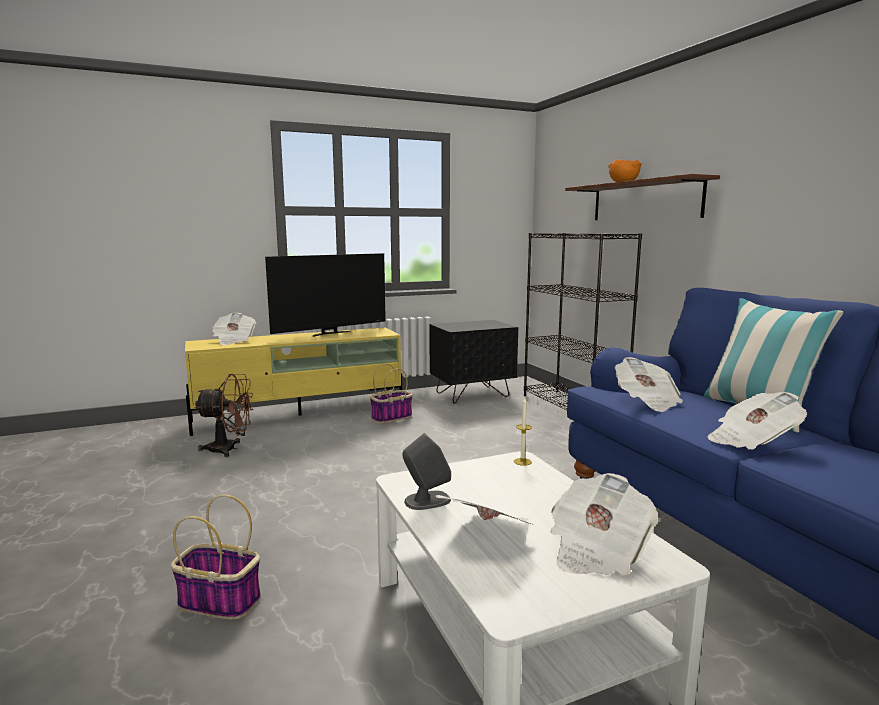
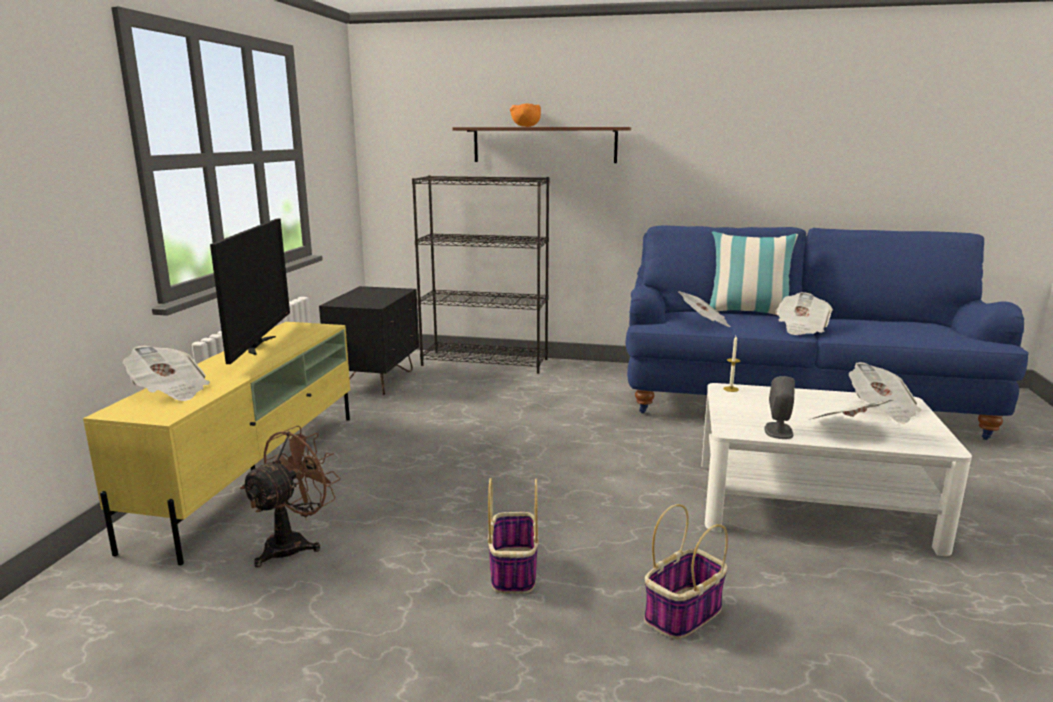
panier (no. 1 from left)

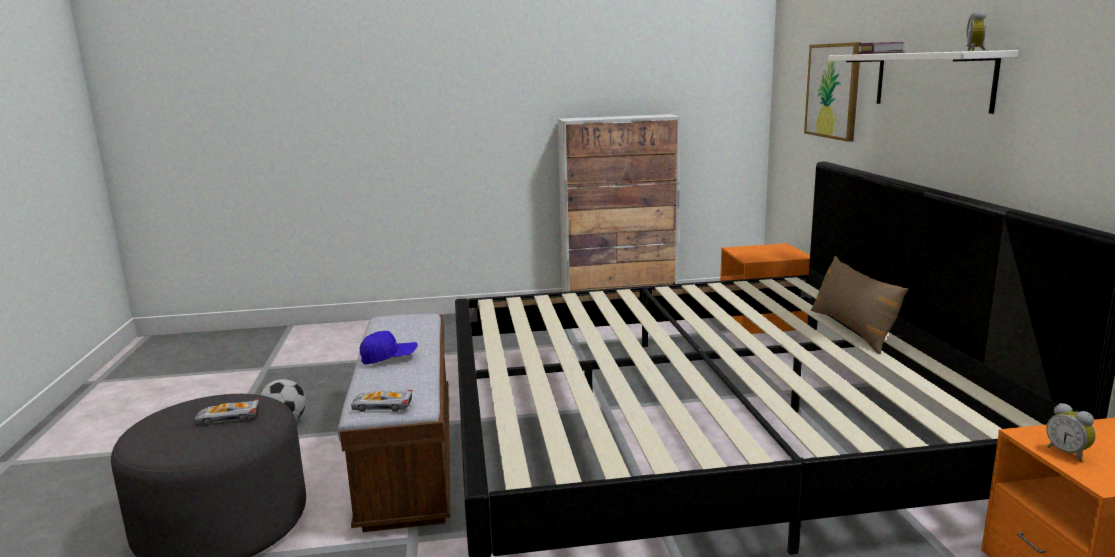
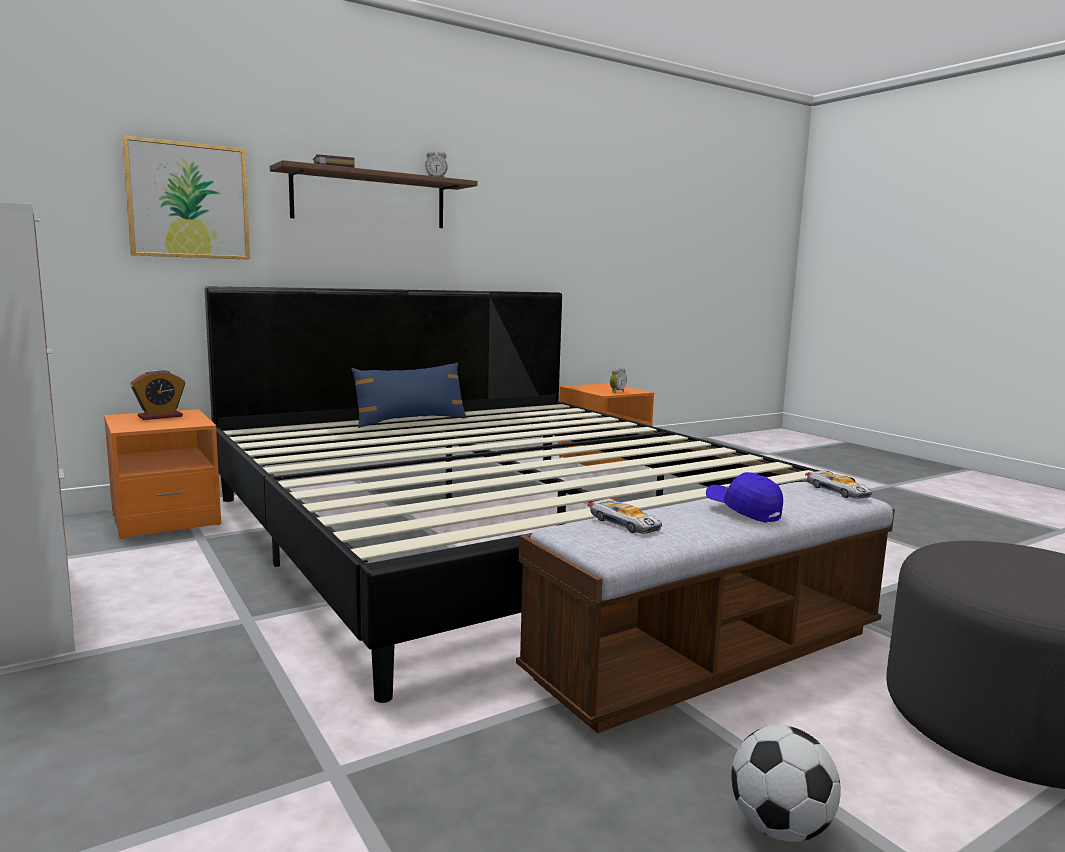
réveil (no. 1 from left); petite voiture (no. 1 from left); coussin [bleu]; étagère [marron]

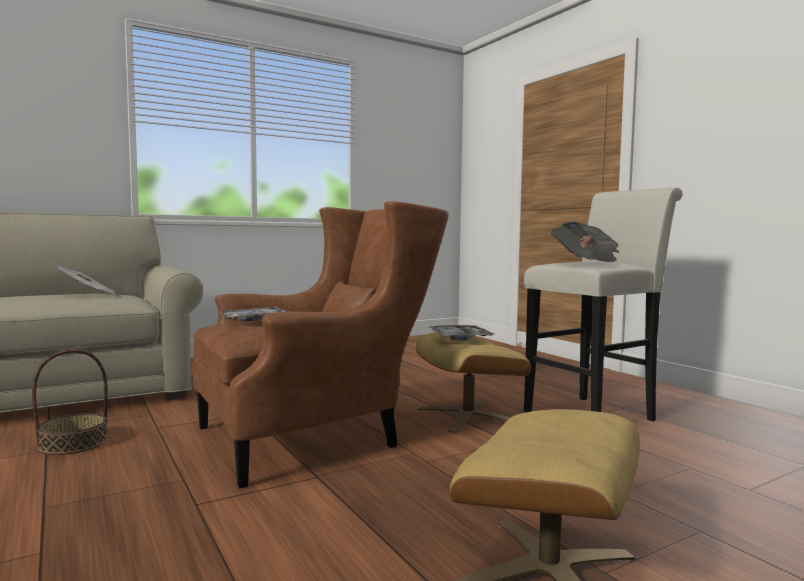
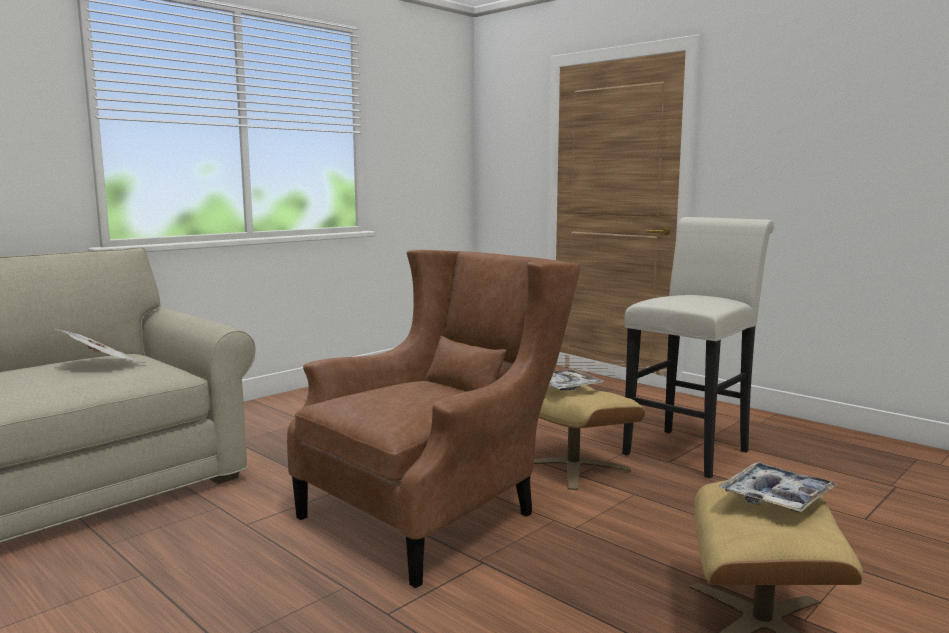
panier; journal (no. 2 from left in the first image); plateau (no. 2 from left)

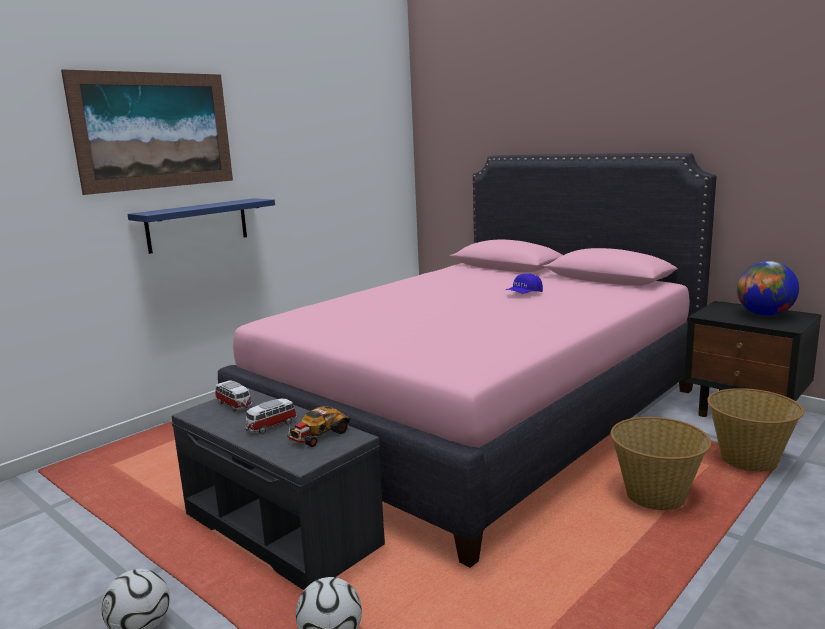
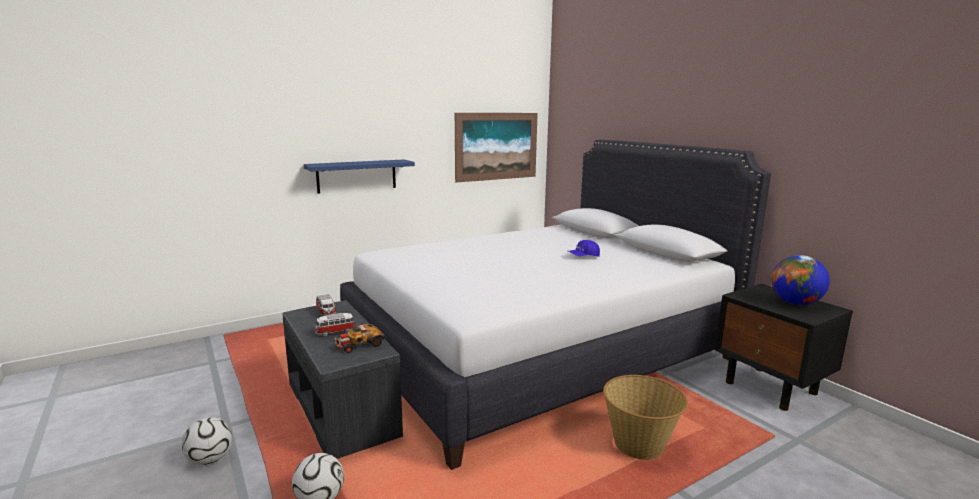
panier (no. 2 from left in the first image); tableau; lit [blanc]

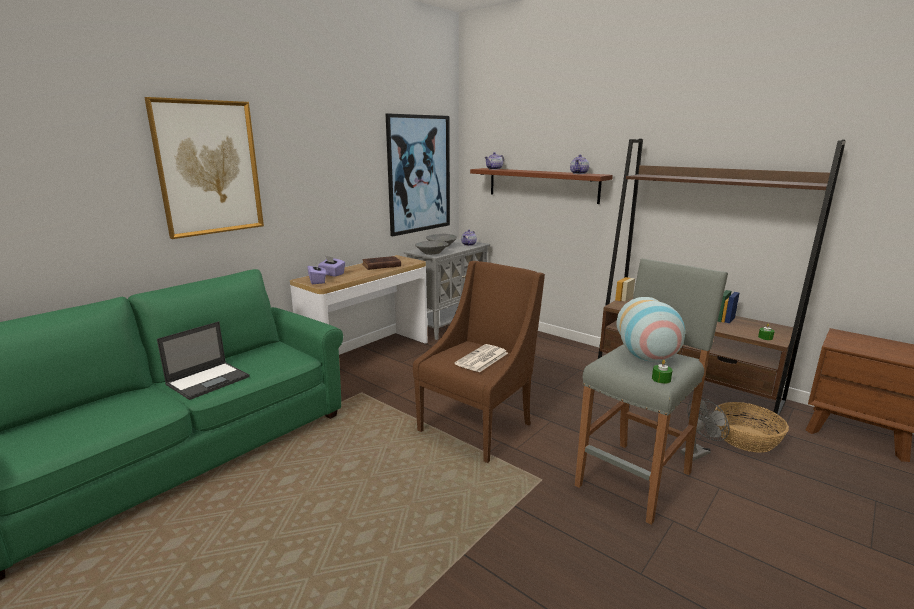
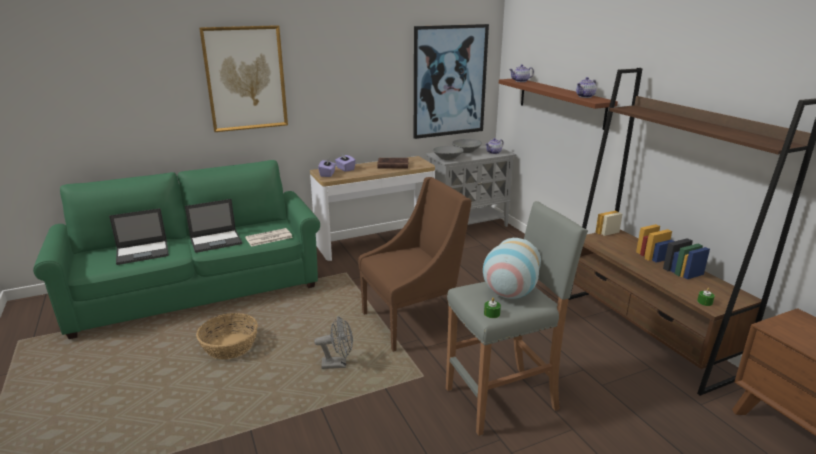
ordinateur portable (no. 1 from left); journal; ventilateur [gris]; panier

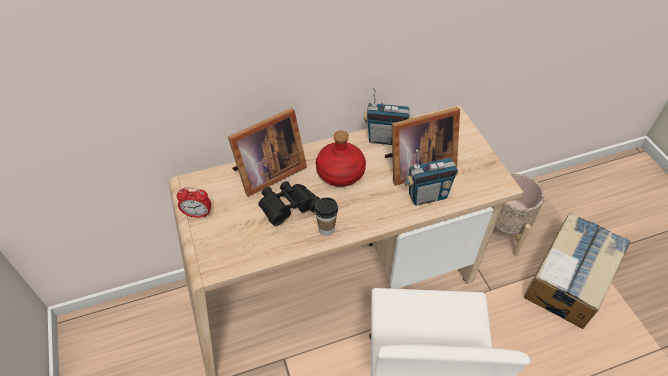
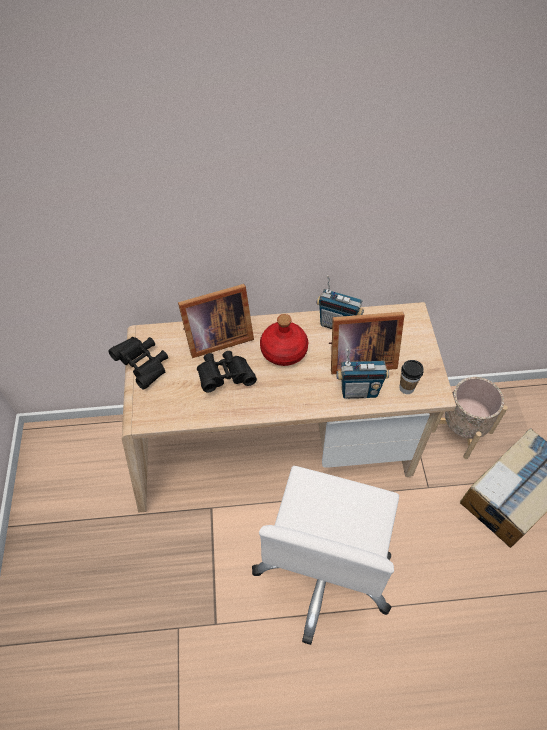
tasse; jumelles [noir] (no. 1 from left)

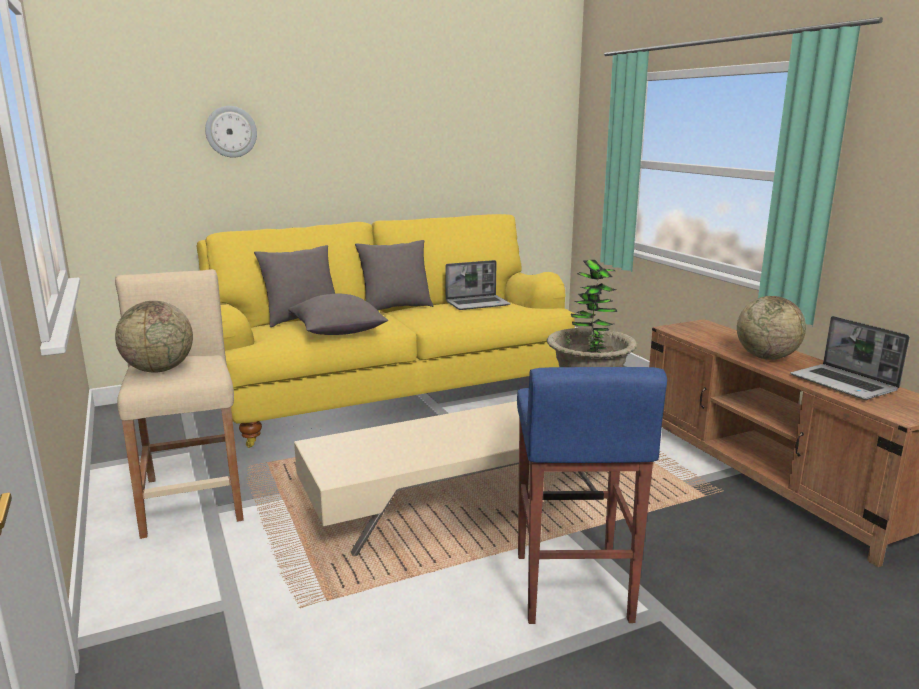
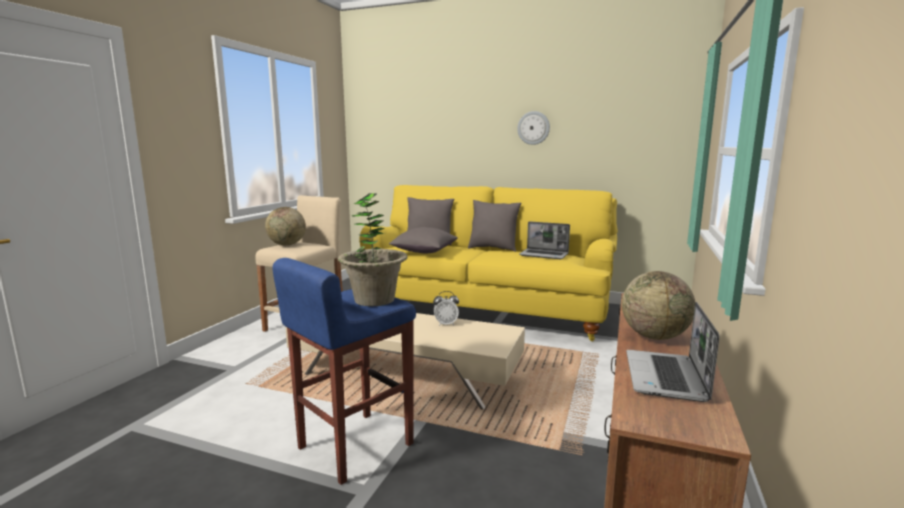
réveil; horloge murale

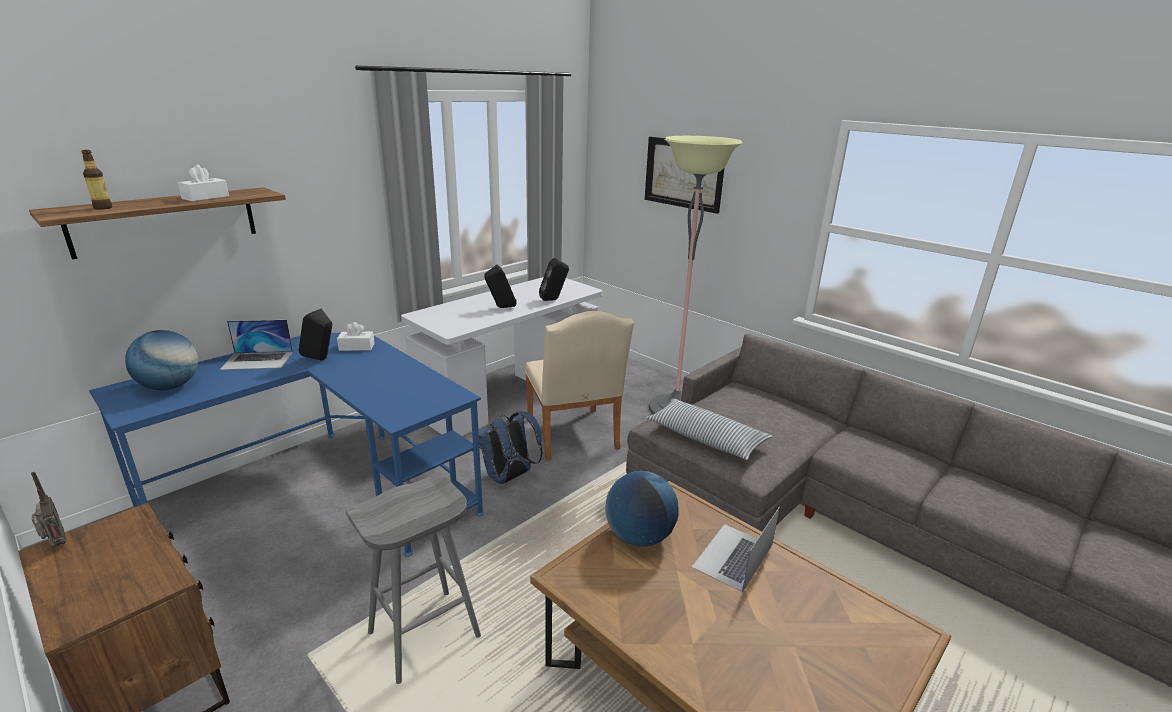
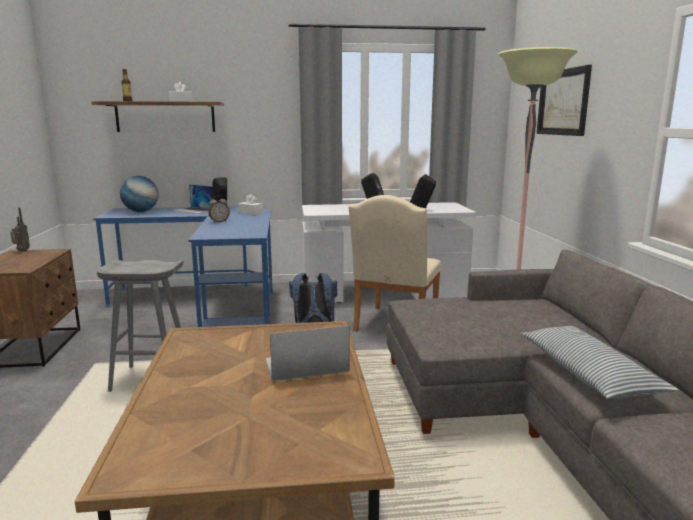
globe (no. 2 from left in the first image); réveil; coussin

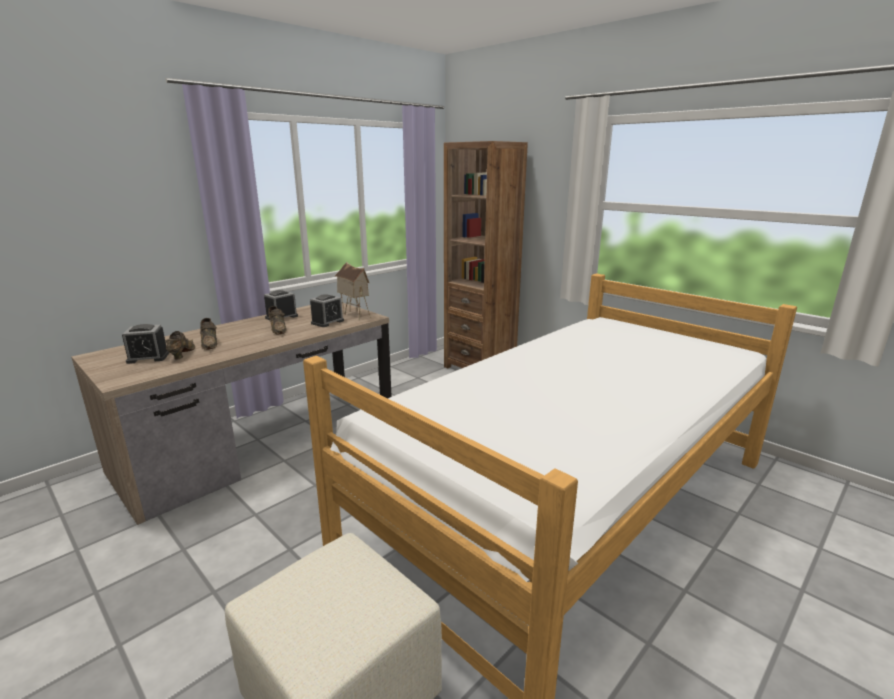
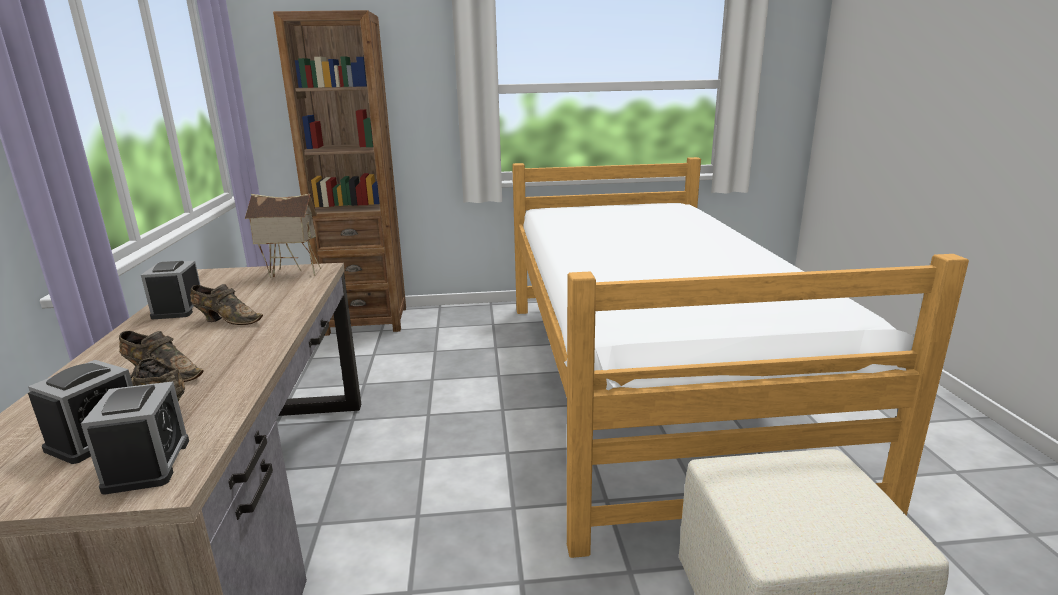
réveil (no. 2 from left)

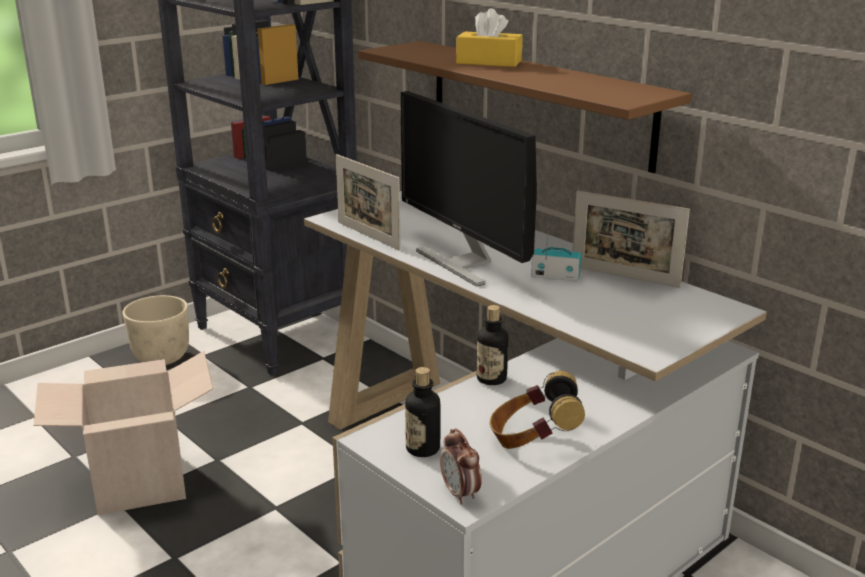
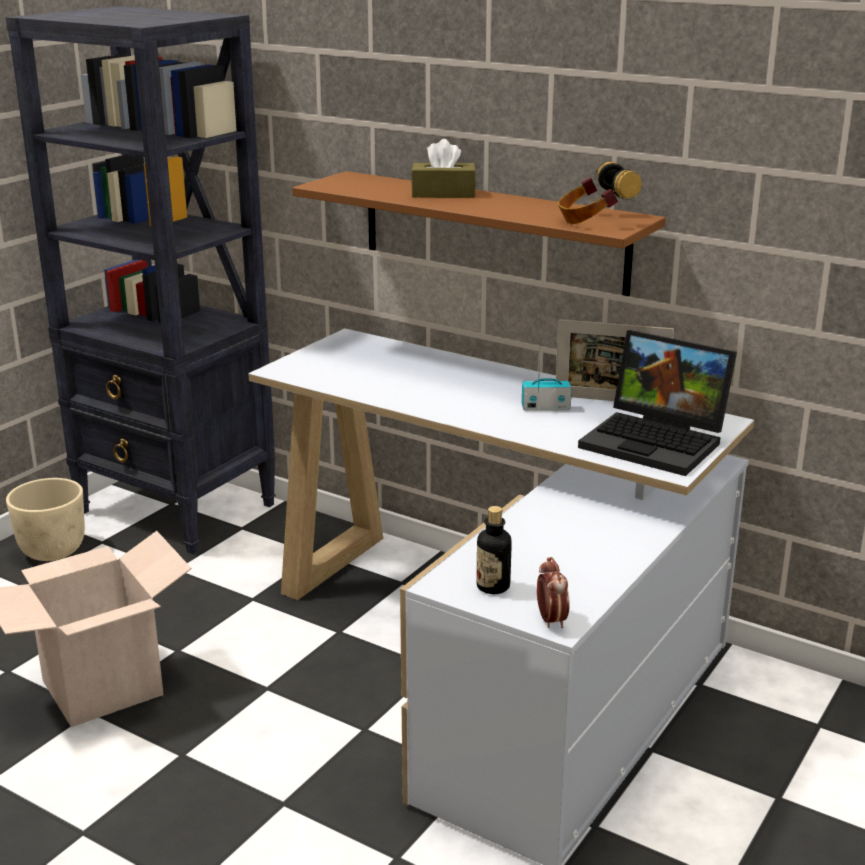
cadre photo (no. 1 from left in the first image); écran d'ordinateur; bouteille (no. 2 from left in the first image); ordinateur portable; casque audio; boîte à mouchoirs [marron]; réveil

